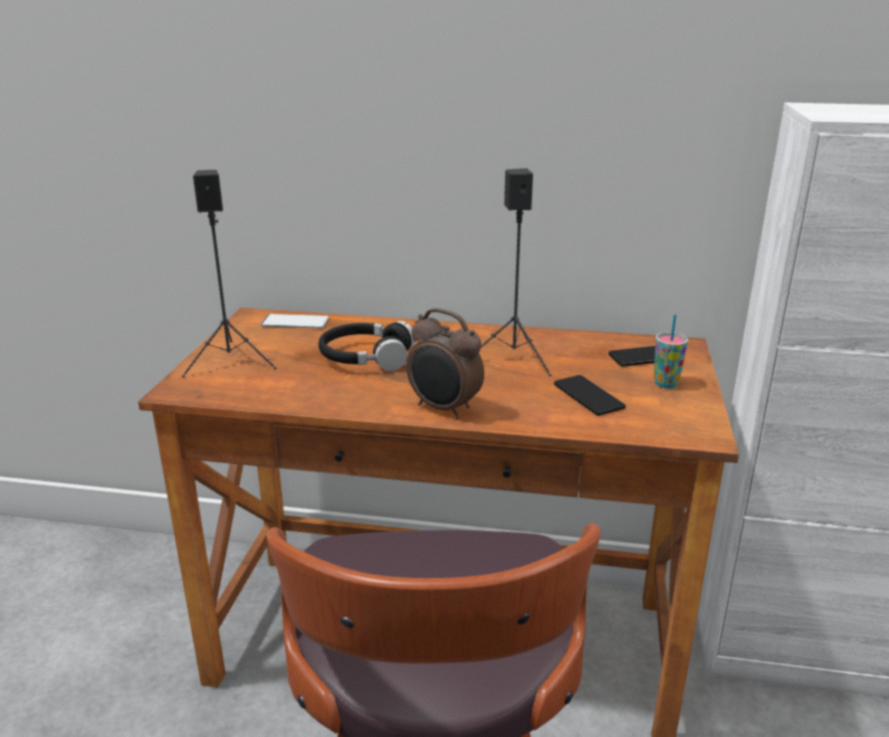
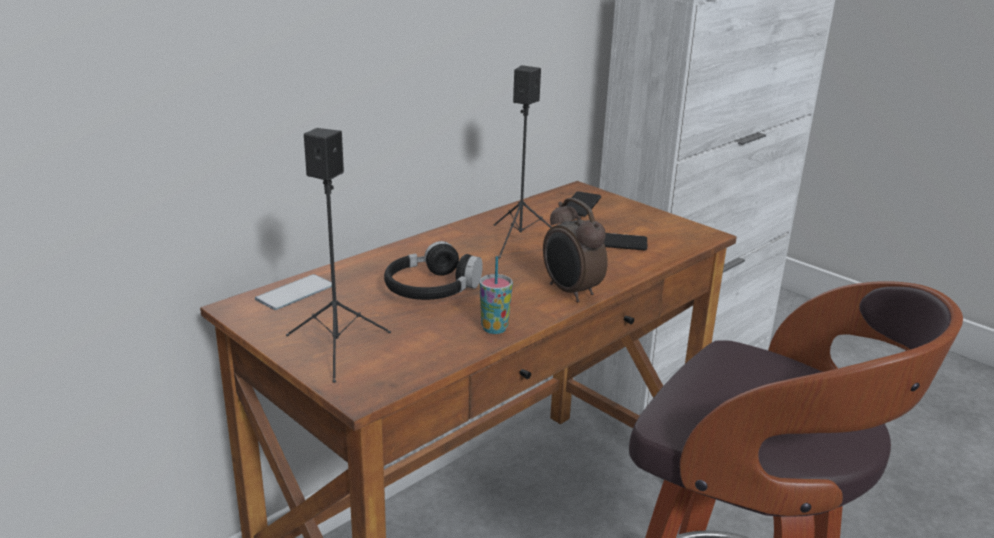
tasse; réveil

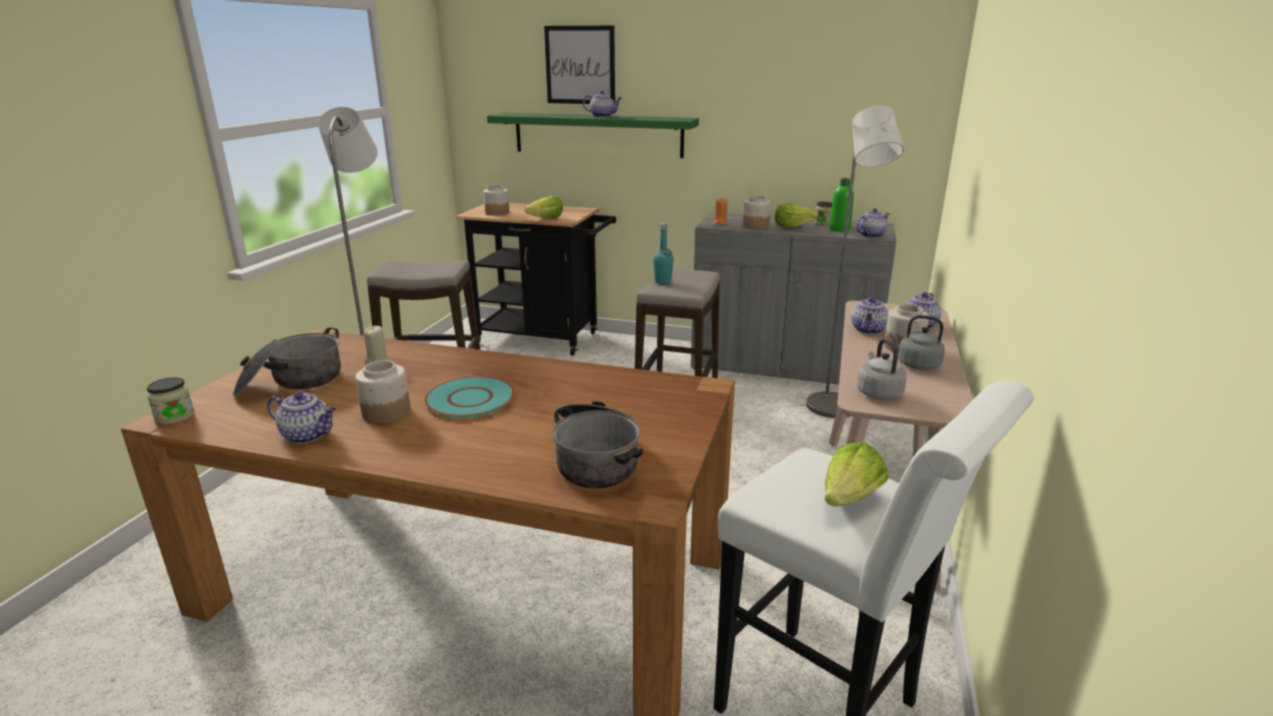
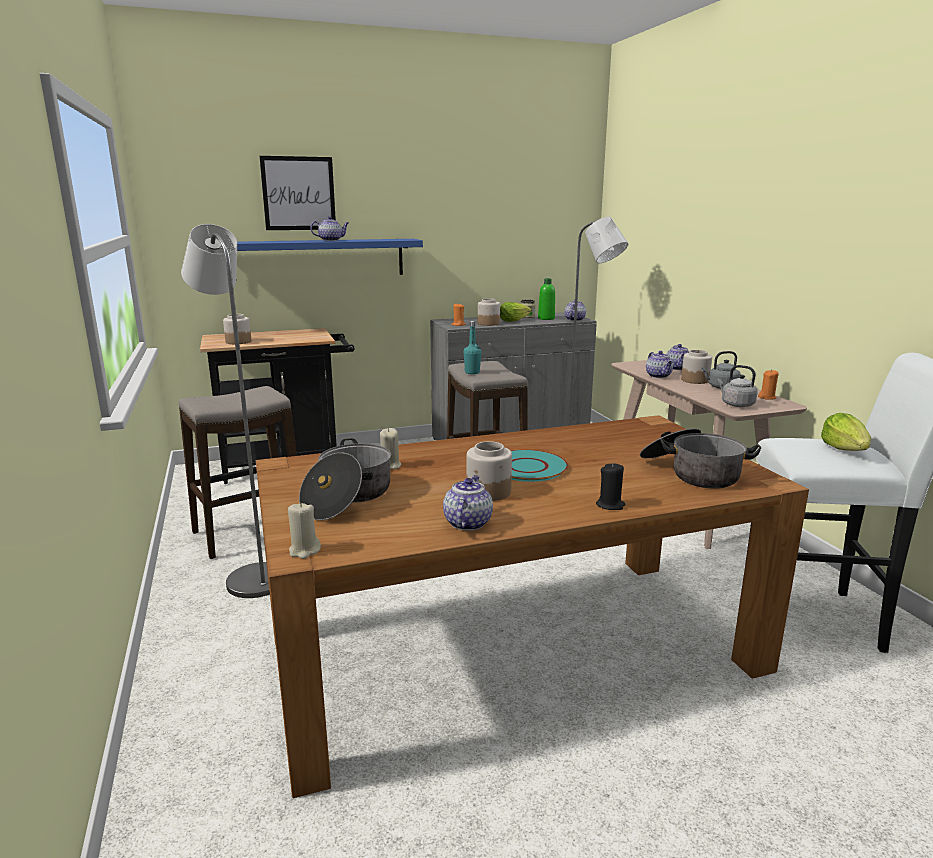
laitue (no. 1 from left in the first image); bougie [noir]; bougie [orange] (no. 2 from left); bougie [beige] (no. 1 from left); étagère [bleu]; théière (no. 2 from left)

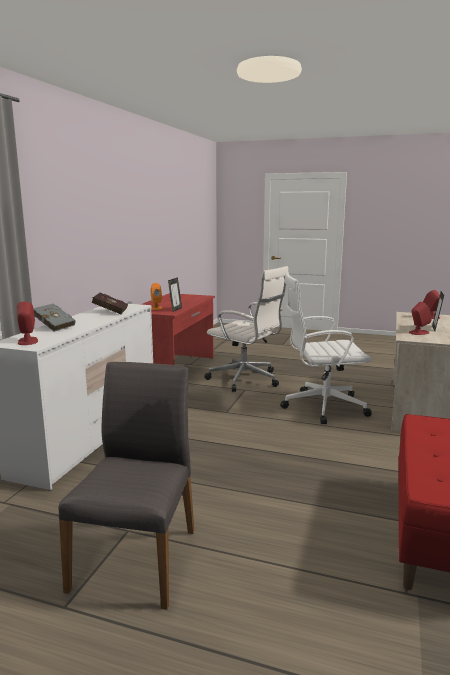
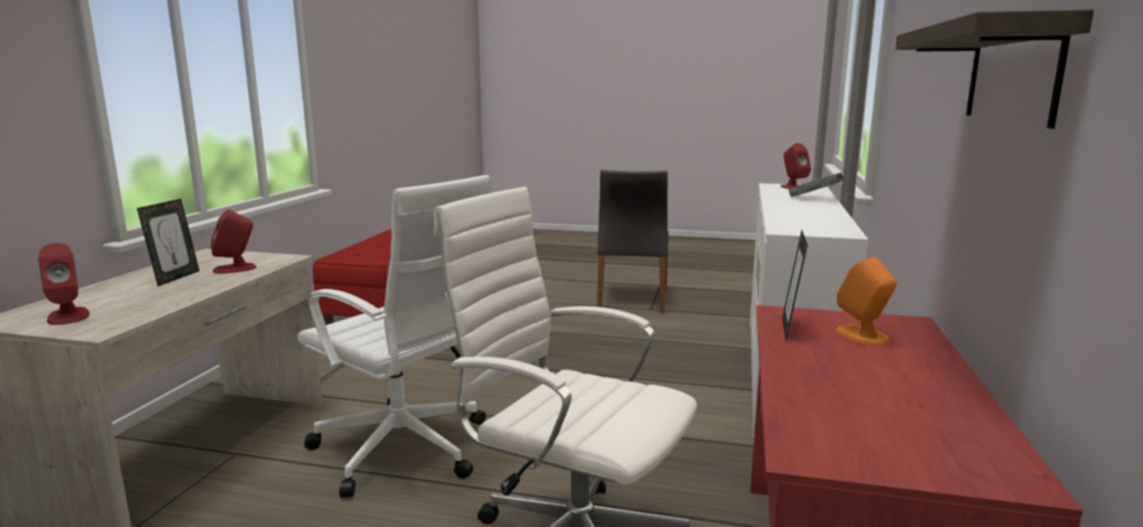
livre [rouge]; étagère; chaise de bureau [blanc] (no. 1 from left)

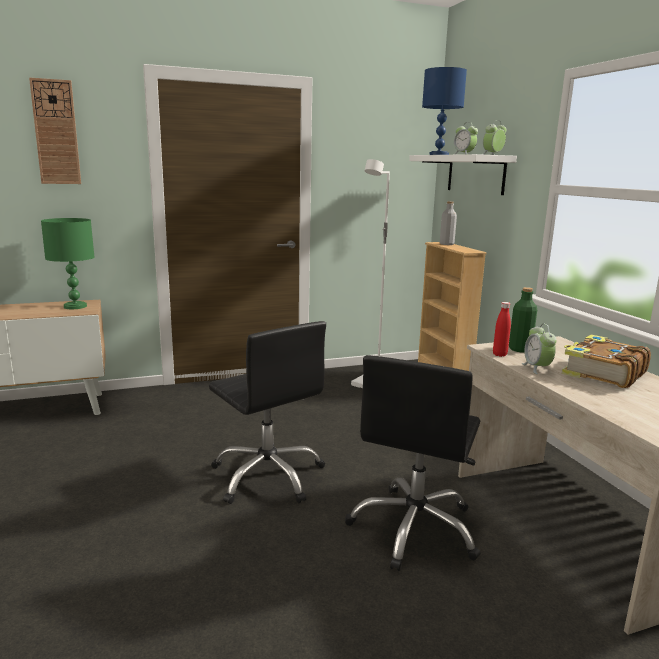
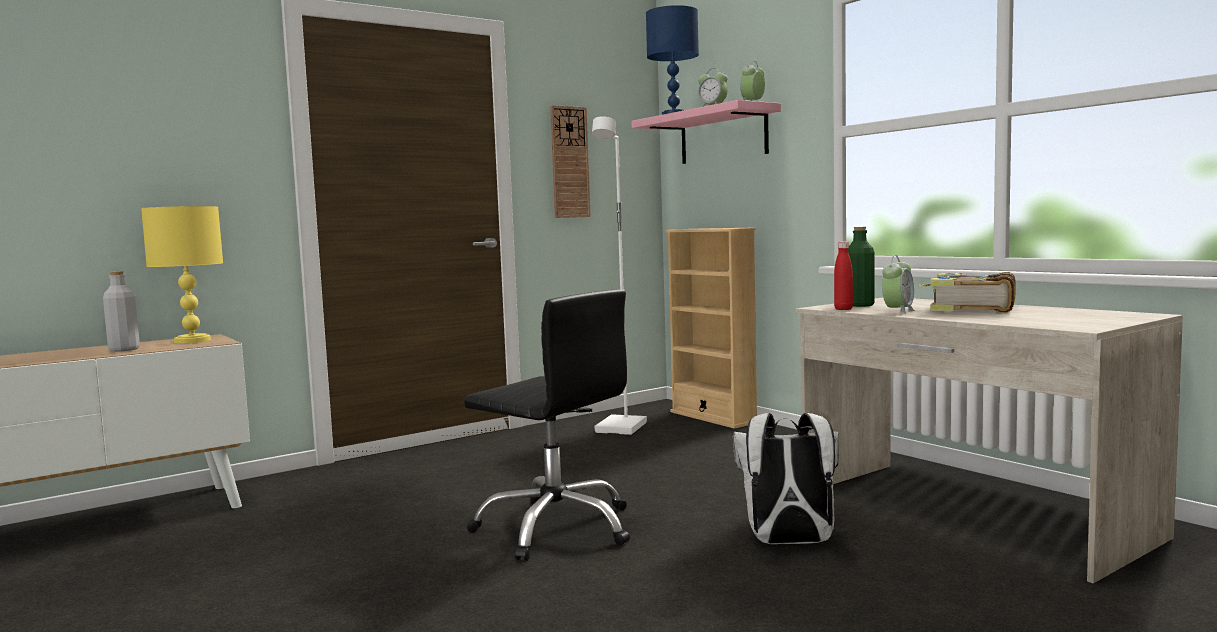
horloge murale; bouteille [gris]; sac à dos [blanc]; lampe de table [jaune]; étagère [rose]; réveil (no. 3 from left)

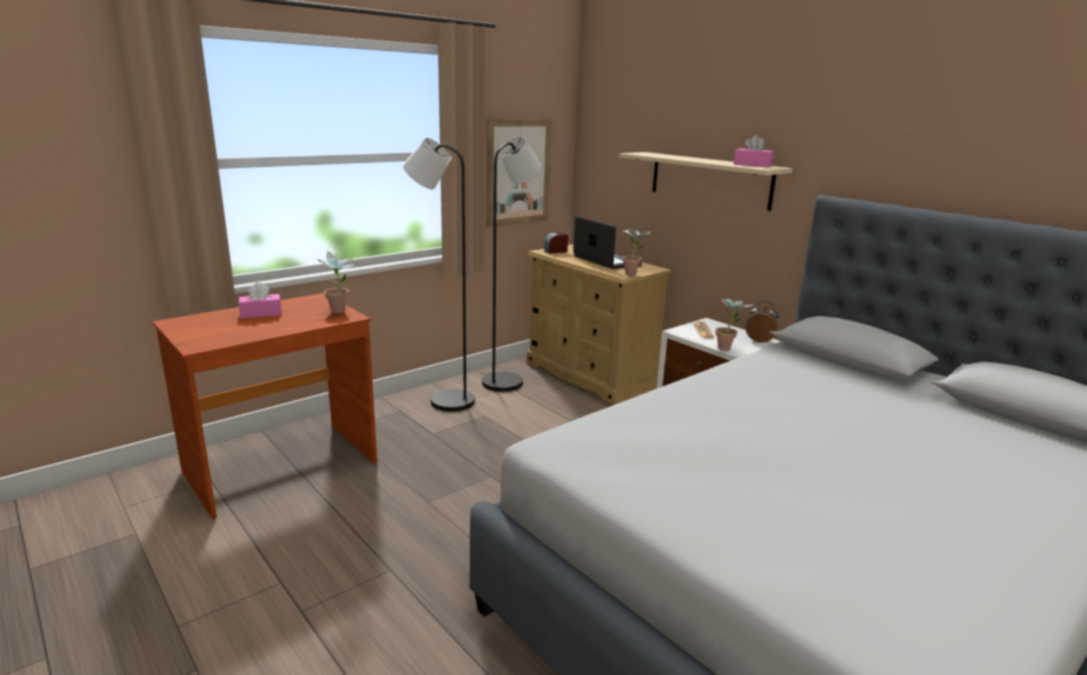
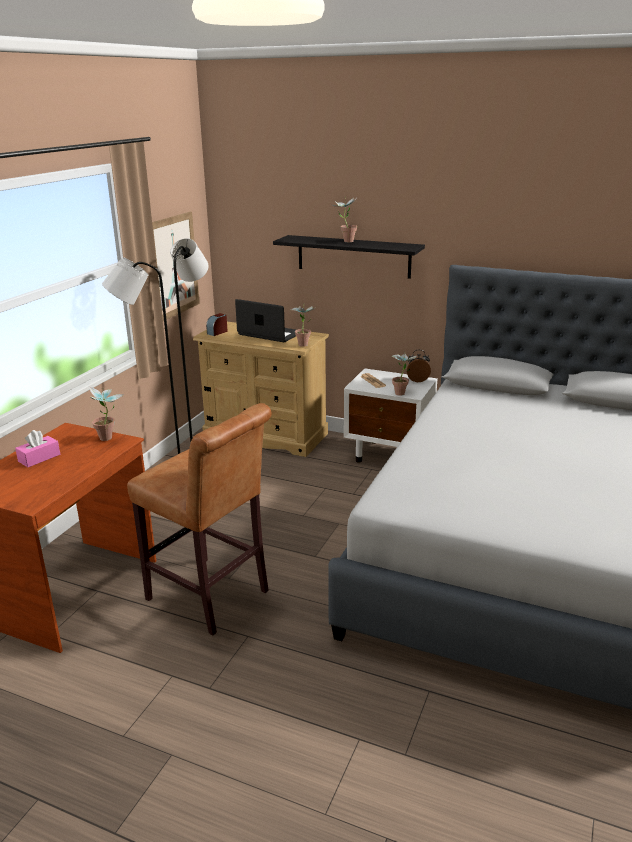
boîte à mouchoirs [rose] (no. 2 from left in the first image); tabouret [marron]; plante en pot (no. 3 from left); étagère [noir]

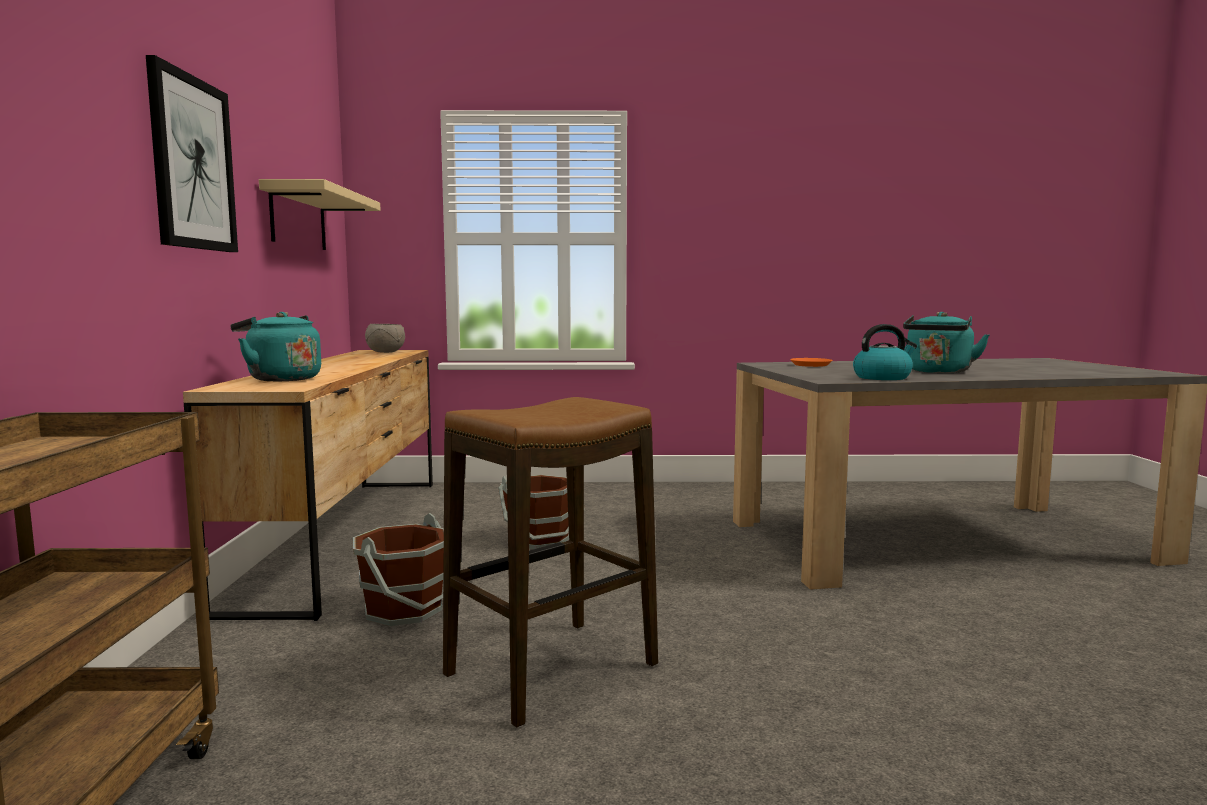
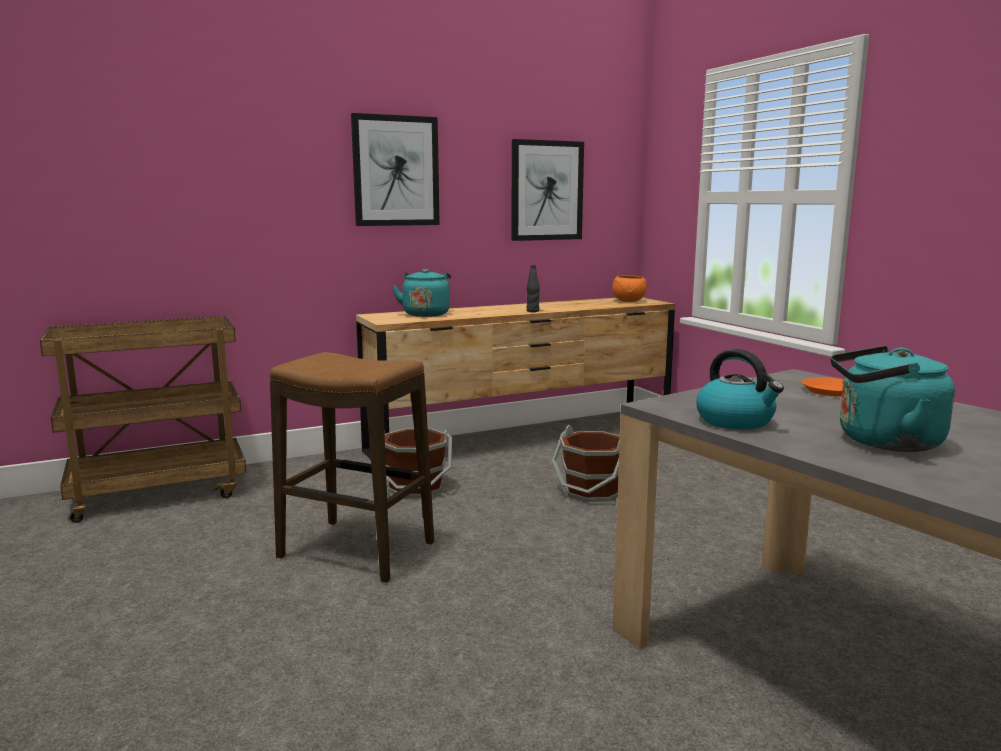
bouteille [noir]; tableau (no. 2 from left); bol [orange]

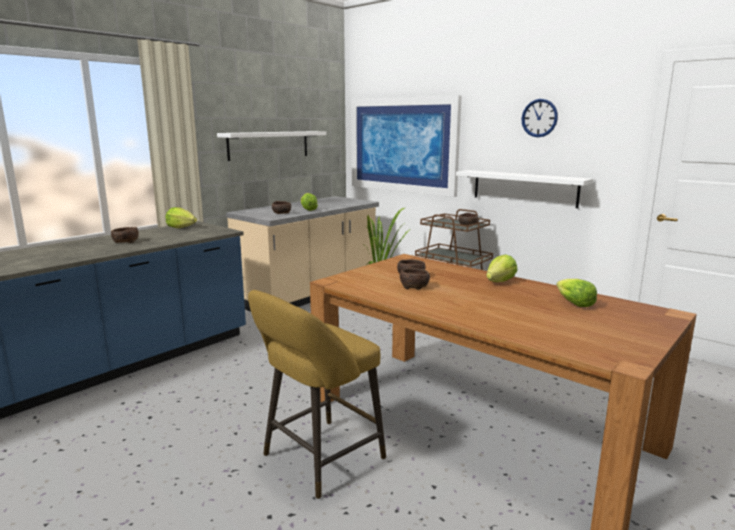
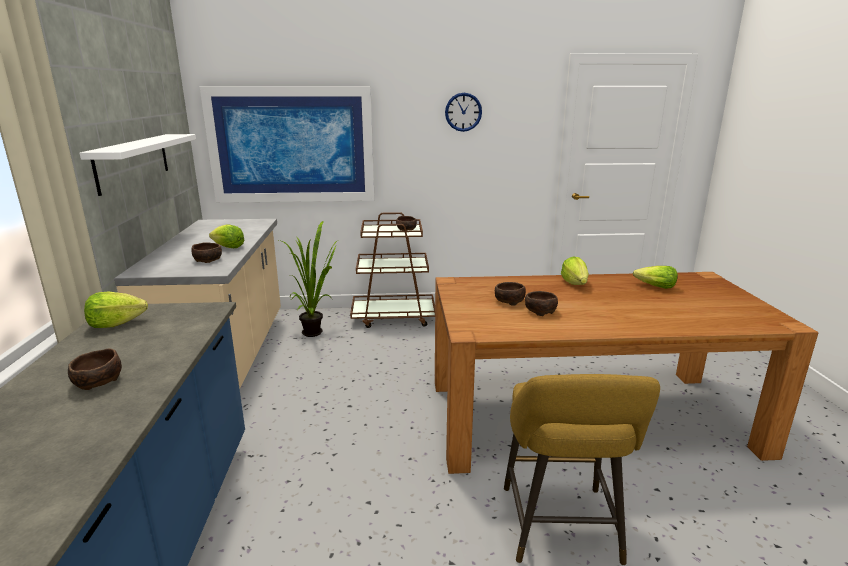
étagère [blanc] (no. 2 from left in the first image)

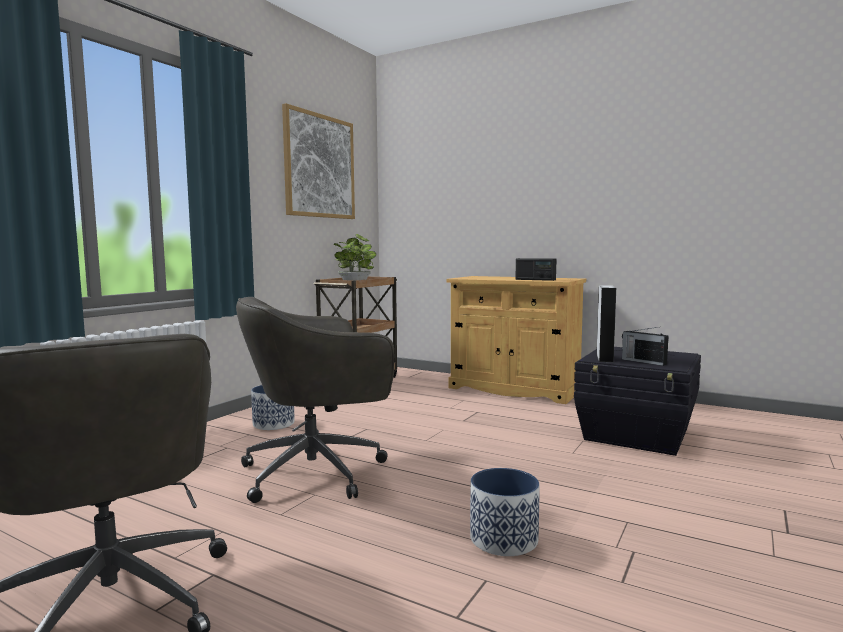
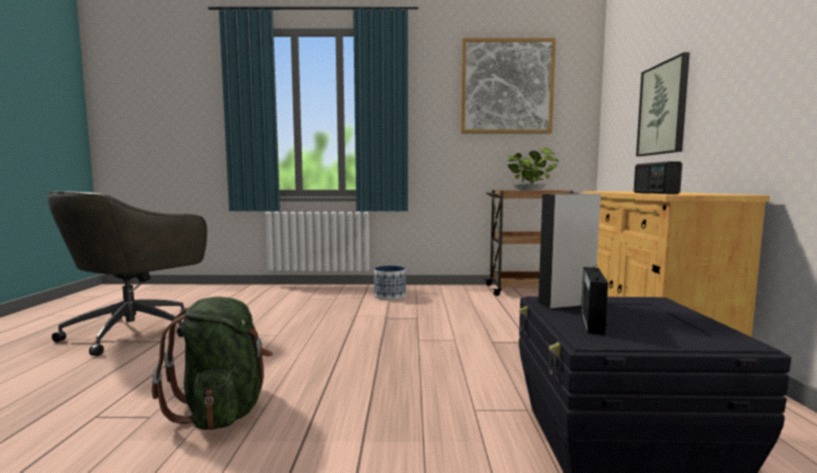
chaise de bureau [gris] (no. 2 from left in the first image); tableau (no. 2 from left); sac à dos [vert]

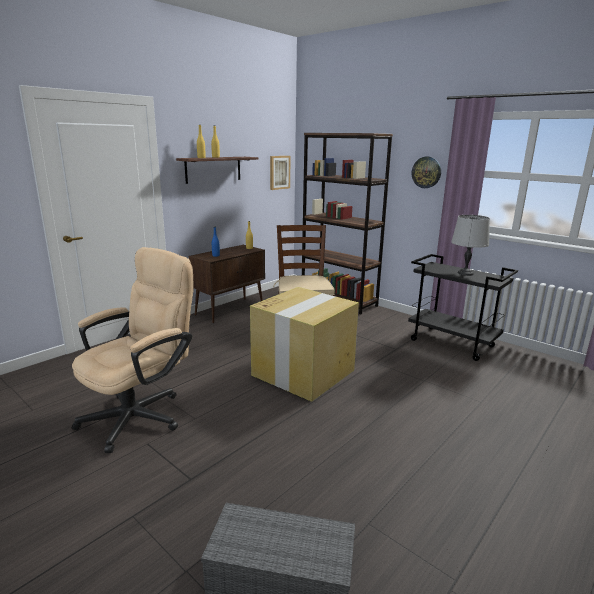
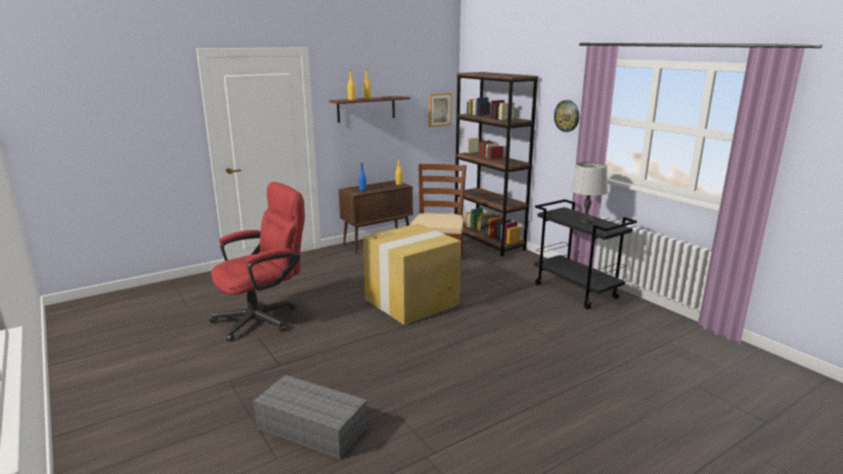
chaise de bureau [rouge]

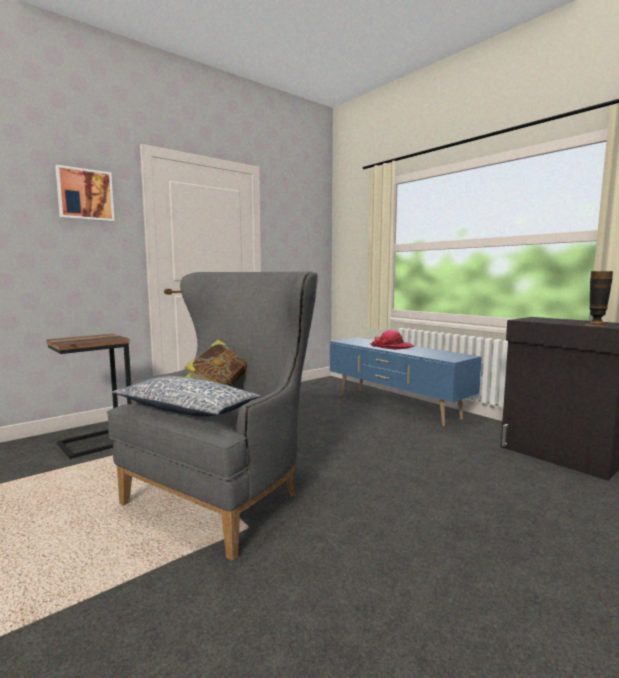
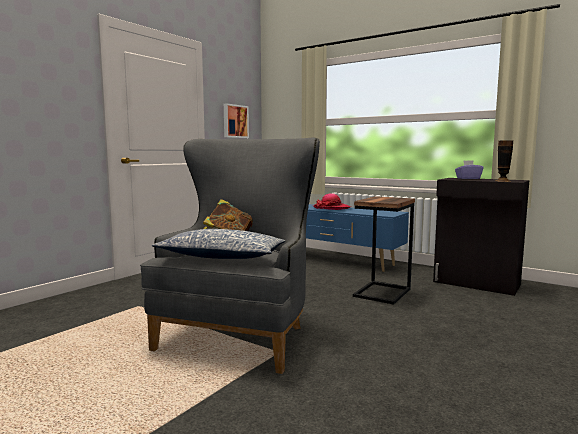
boîte à mouchoirs [violet]; table d'appoint; tableau

